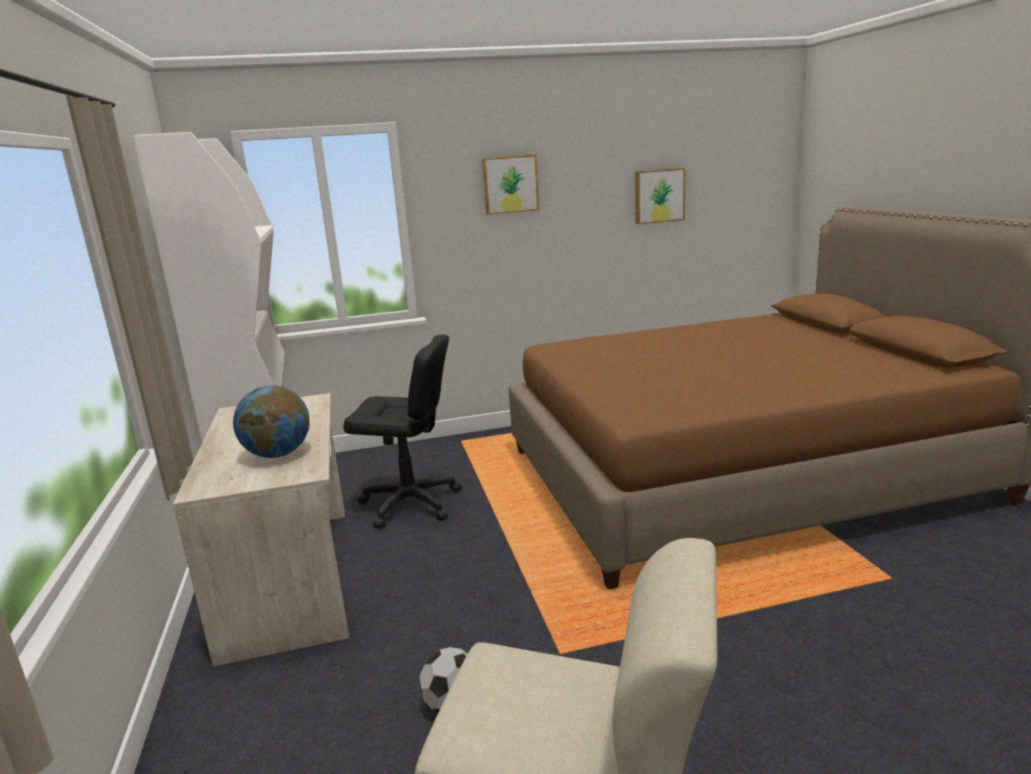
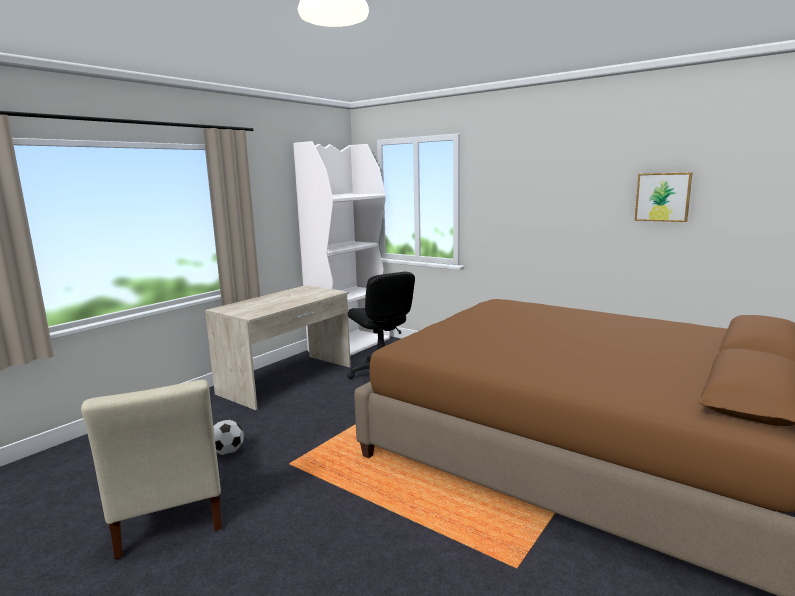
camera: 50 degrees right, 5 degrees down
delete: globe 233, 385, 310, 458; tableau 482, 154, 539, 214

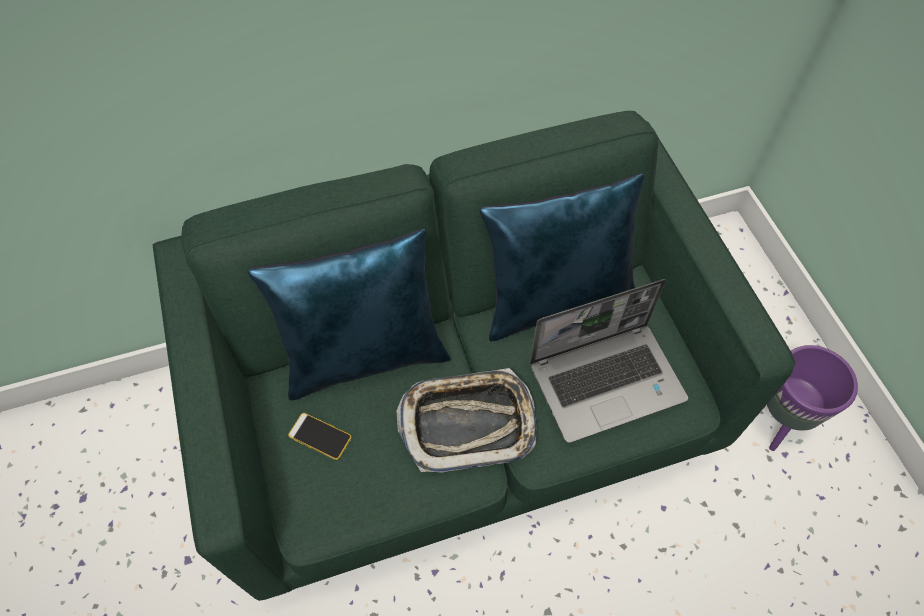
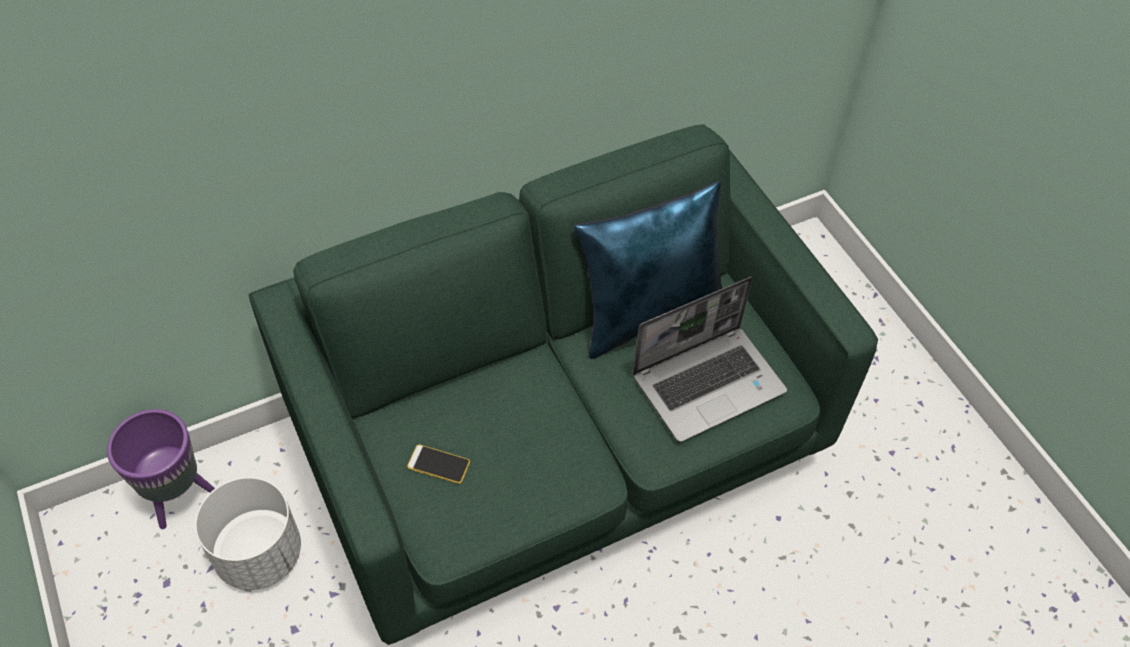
camera: 10 degrees left, 5 degrees down
delete: coussin [bleu] 248, 229, 451, 401; plateau 396, 368, 536, 472
insert: cache-pot [blanc] 195, 477, 301, 590
move: cache-pot [violet] 767, 345, 858, 451 to 107, 409, 215, 529

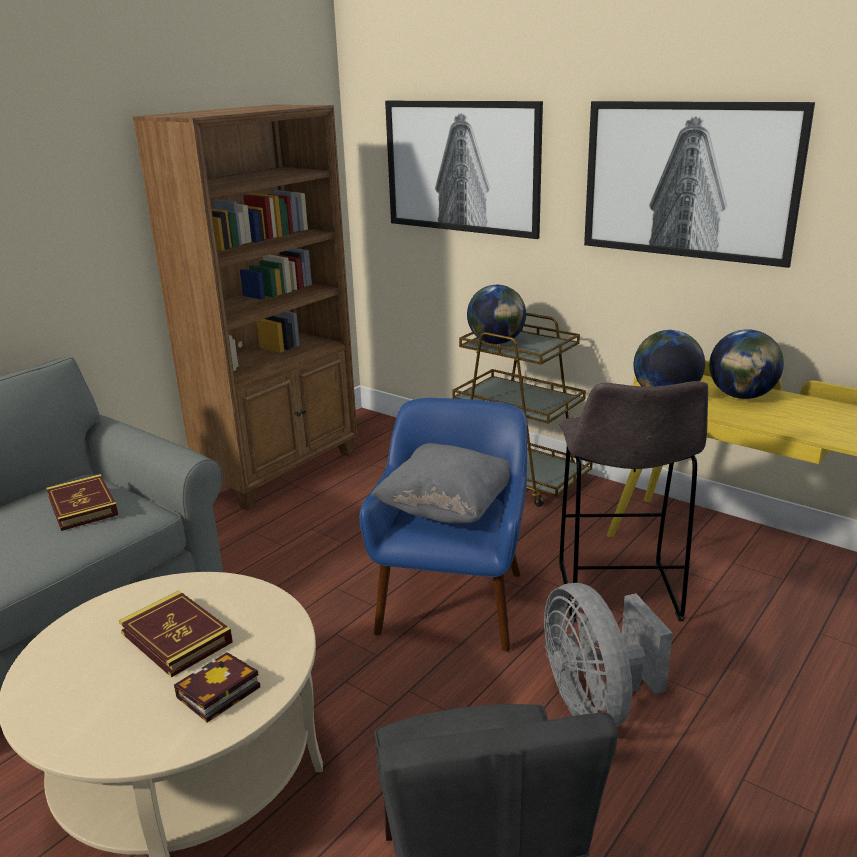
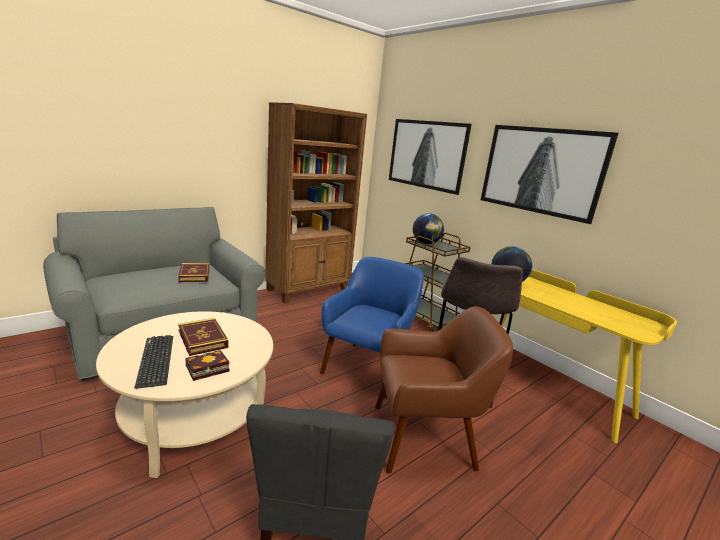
camera: 10 degrees right, 5 degrees down
delete: coussin [gris] 370, 443, 510, 524; globe 709, 329, 784, 399
insert: clavier 135, 335, 173, 389
replace: ventilateur [gris] 544, 583, 673, 727 to fauteuil [marron] 375, 306, 513, 473

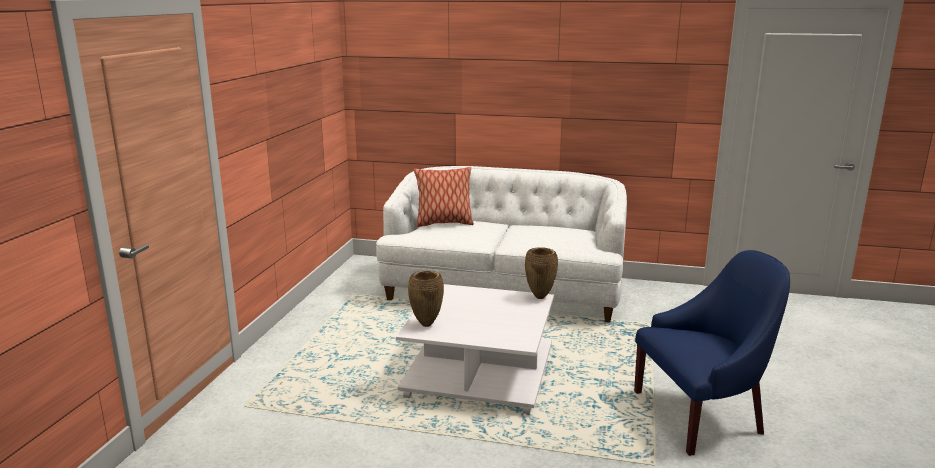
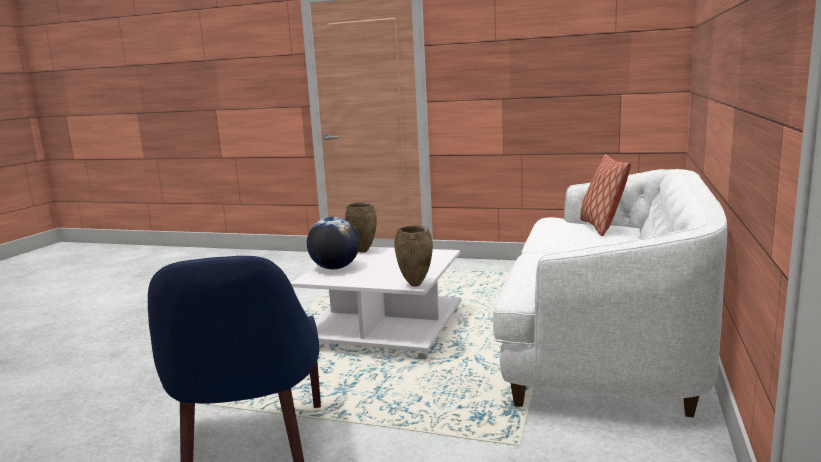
camera: 95 degrees right, 5 degrees down
insert: globe 307, 217, 360, 269

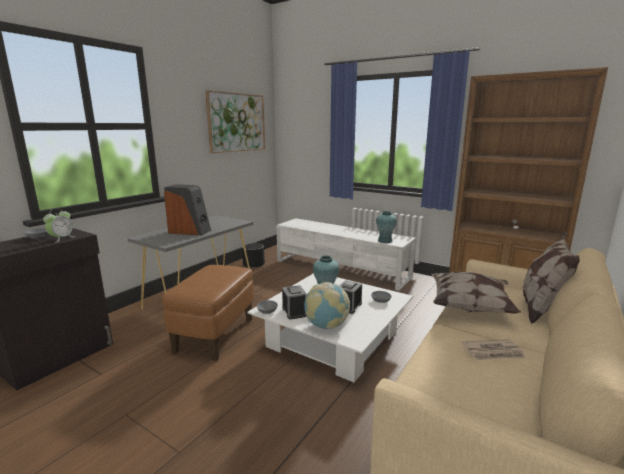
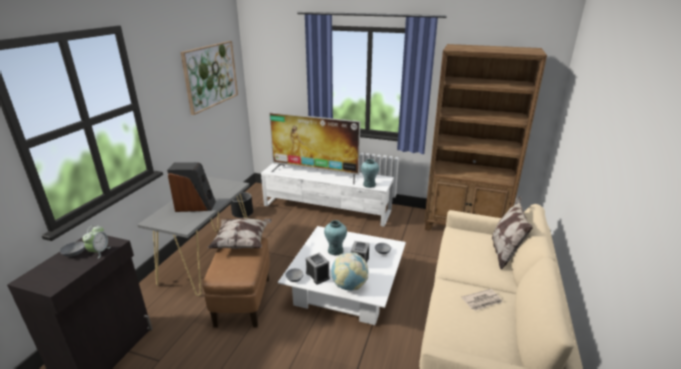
camera: 15 degrees left, 10 degrees up
insert: téléviseur 269, 112, 360, 184
move: coussin 431, 272, 521, 314 to 208, 218, 272, 249

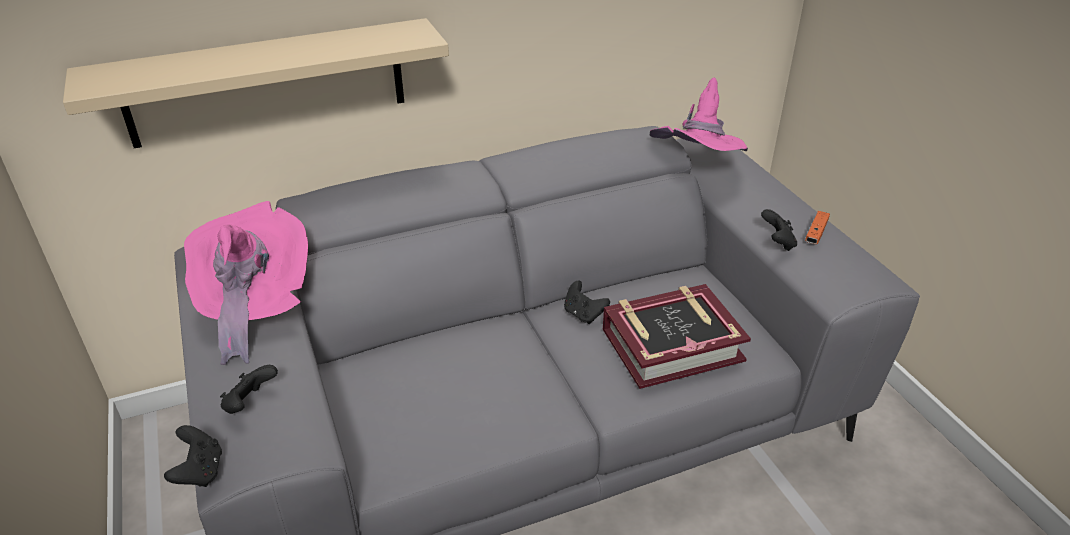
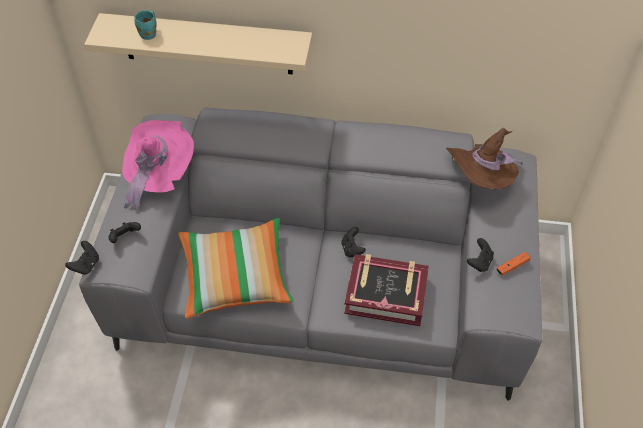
camera: 30 degrees right, 15 degrees up
insert: mug [turquoise] 134, 10, 157, 40; coussin 178, 218, 294, 318
recolor: chapeau [rose] 650, 78, 748, 151 to chapeau [marron] 446, 128, 523, 189

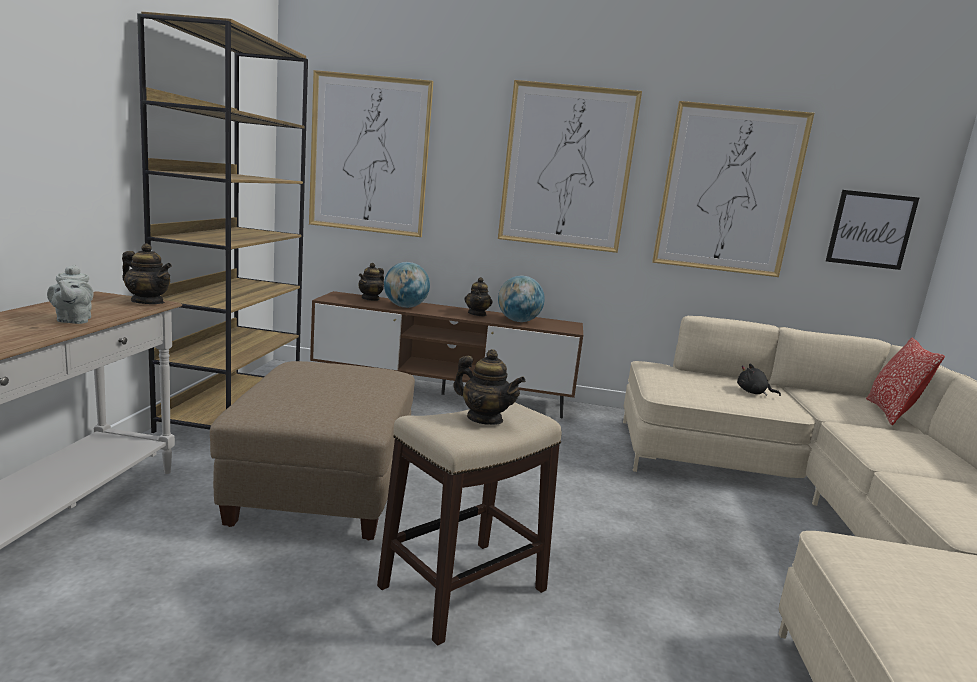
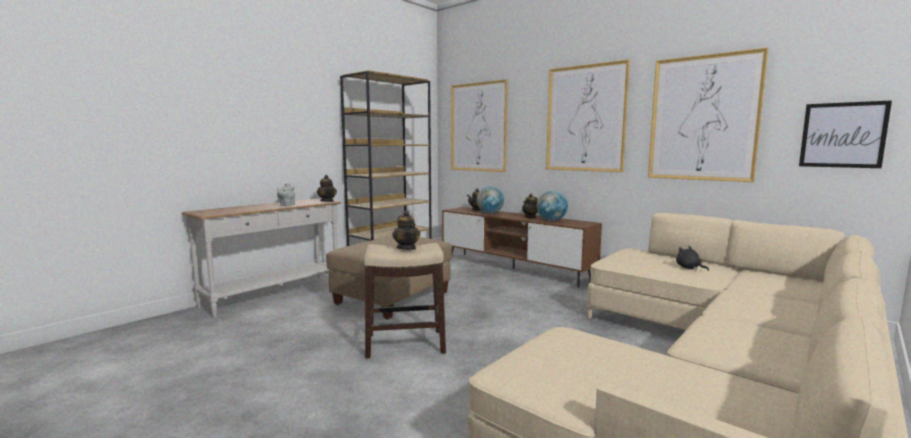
camera: 35 degrees right, 5 degrees down
delete: coussin 866, 337, 945, 425

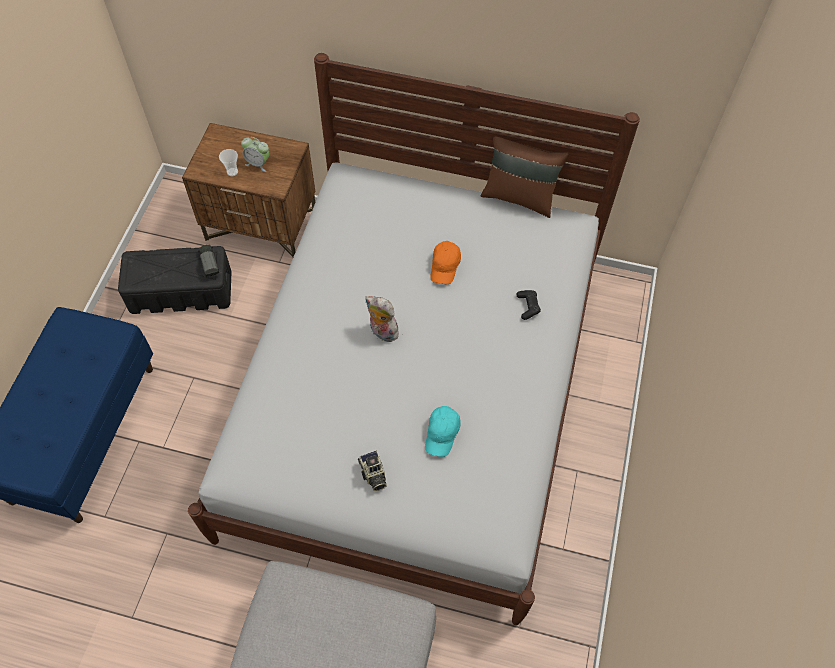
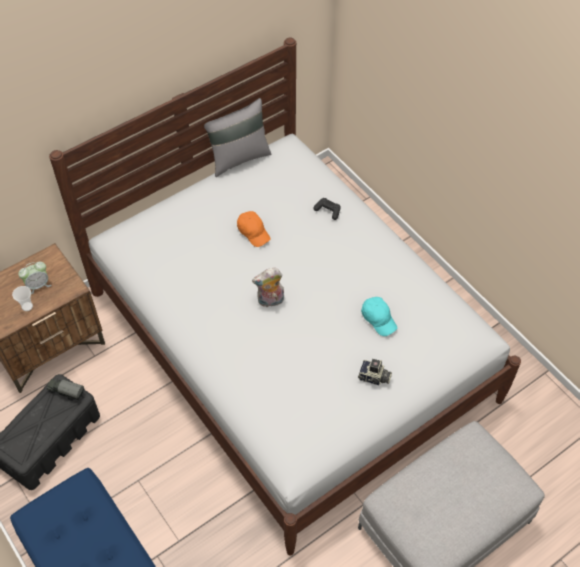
camera: 50 degrees left, 5 degrees down
recolor: coussin [marron] 480, 136, 569, 218 to coussin [gris] 204, 98, 271, 177

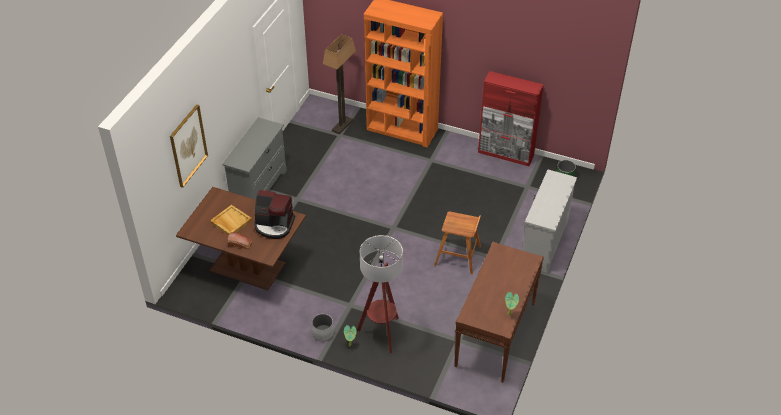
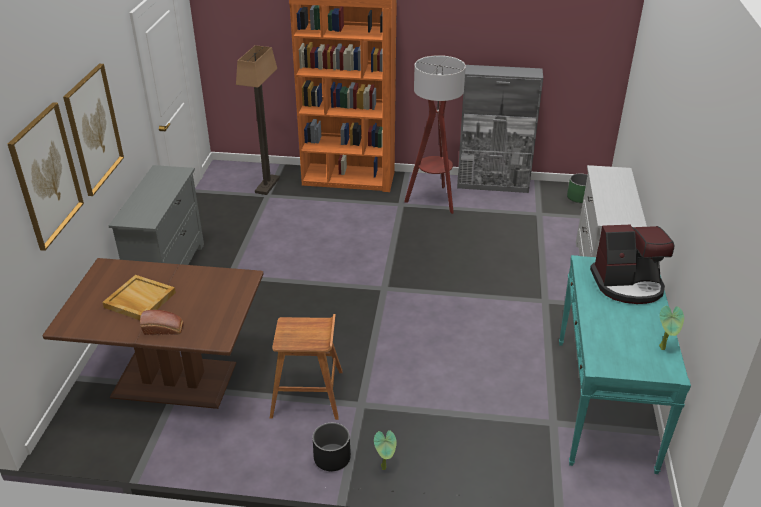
camera: 15 degrees left, 10 degrees down
insert: tableau 63, 64, 124, 196
move: machine à café 254, 190, 295, 239 to 590, 225, 674, 304; lampadaire 357, 235, 403, 353 to 404, 55, 466, 214; tabouret [marron] 434, 211, 481, 275 to 270, 314, 343, 420
recolor: cache-pot [blanc] 312, 314, 334, 341 to cache-pot [noir] 313, 423, 351, 471; table console [marron] 454, 241, 544, 382 to table console [turquoise] 559, 255, 691, 474; meuble de rangement [rouge] 478, 71, 544, 166 to meuble de rangement [gris] 457, 65, 543, 193

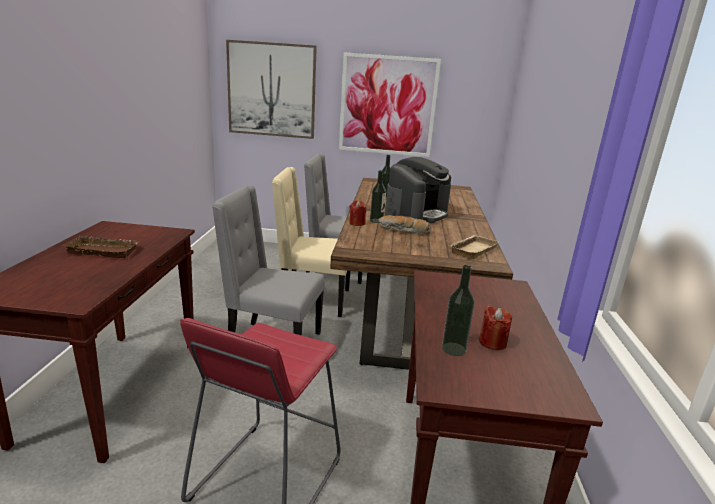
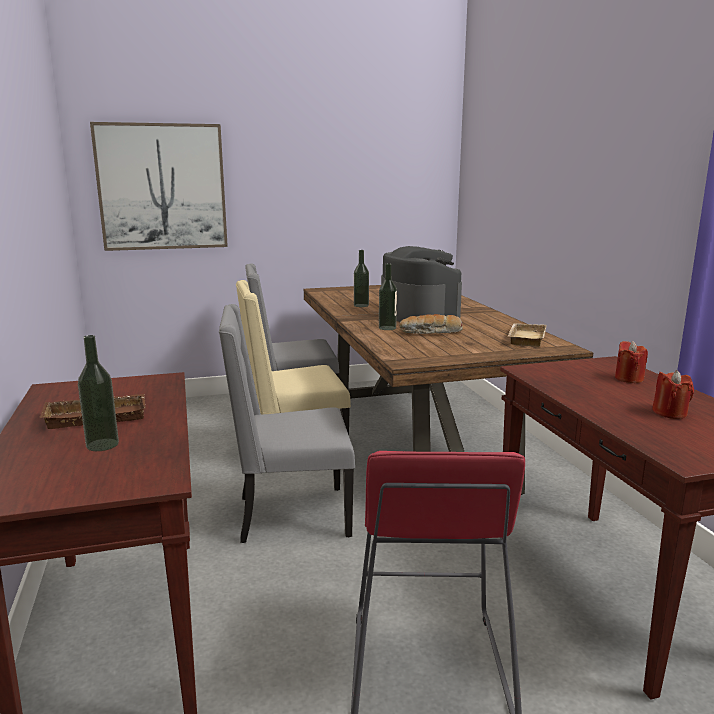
camera: 20 degrees left, 5 degrees down
delete: tableau 339, 53, 441, 157
move: bougie [rouge] 349, 200, 366, 226 to 615, 341, 648, 383; bouteille 442, 265, 475, 356 to 78, 335, 119, 451
rotate: machine à café 385, 157, 451, 223 = 381, 246, 462, 322 45 degrees counterclockwise

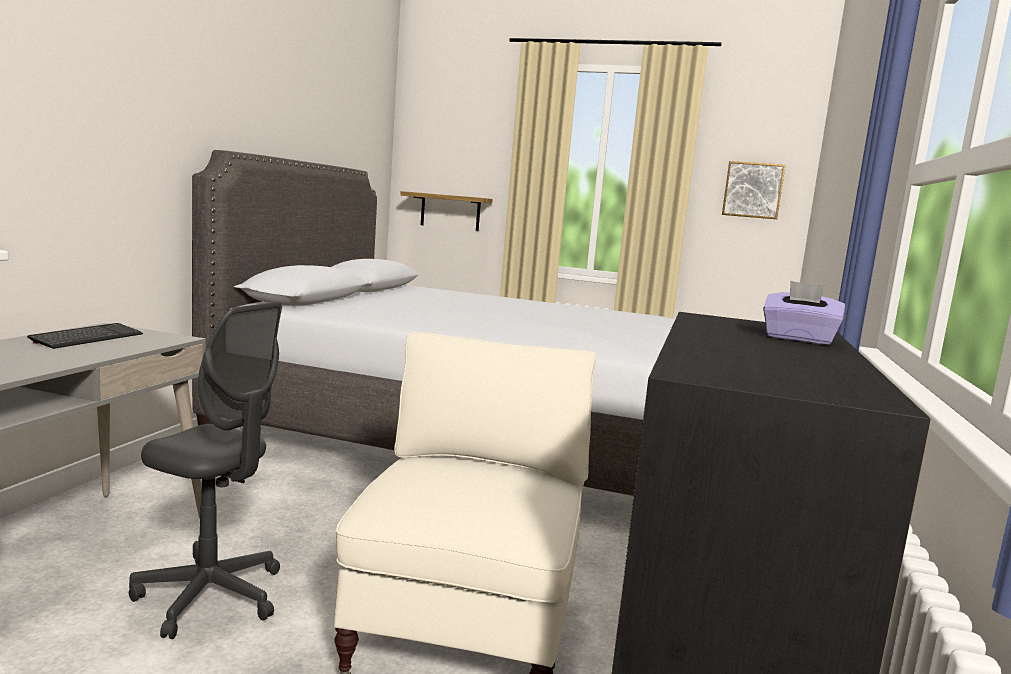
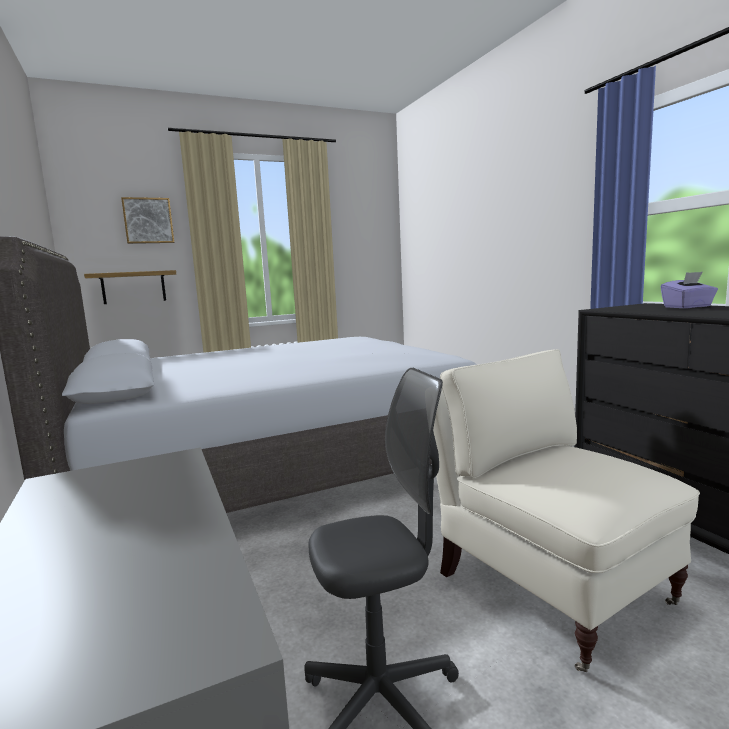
camera: 40 degrees left, 0 degrees up
delete: clavier 27, 323, 143, 349
move: tableau 722, 161, 785, 219 to 121, 197, 174, 244

